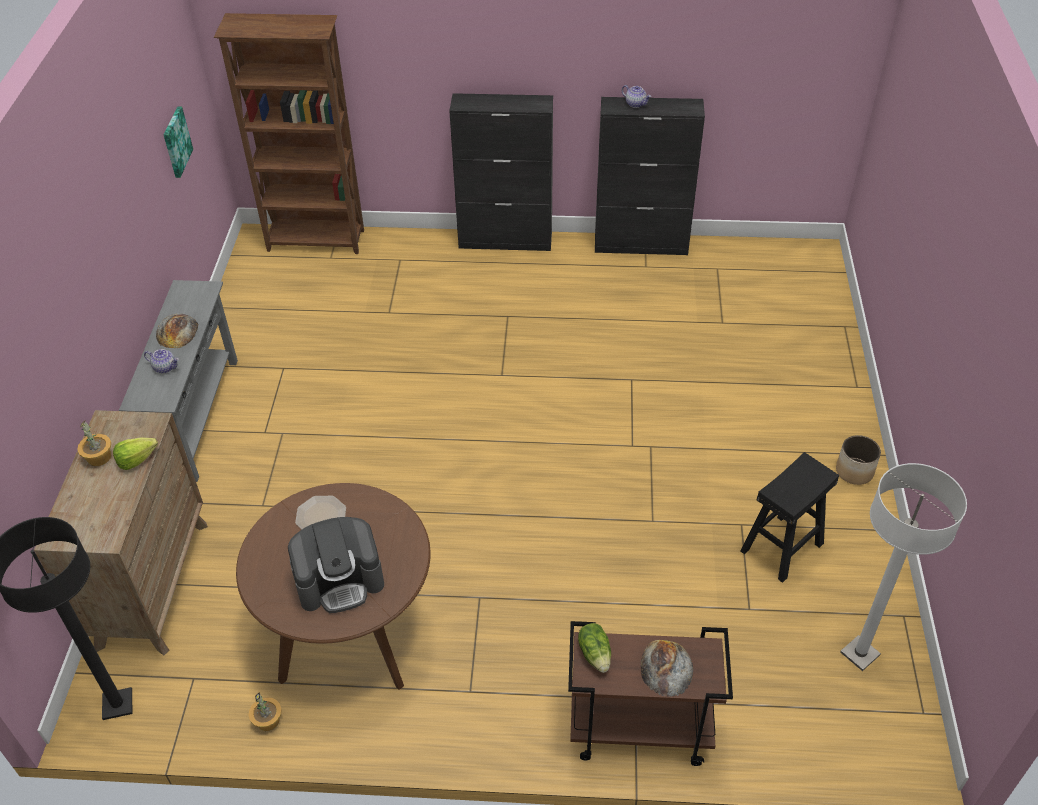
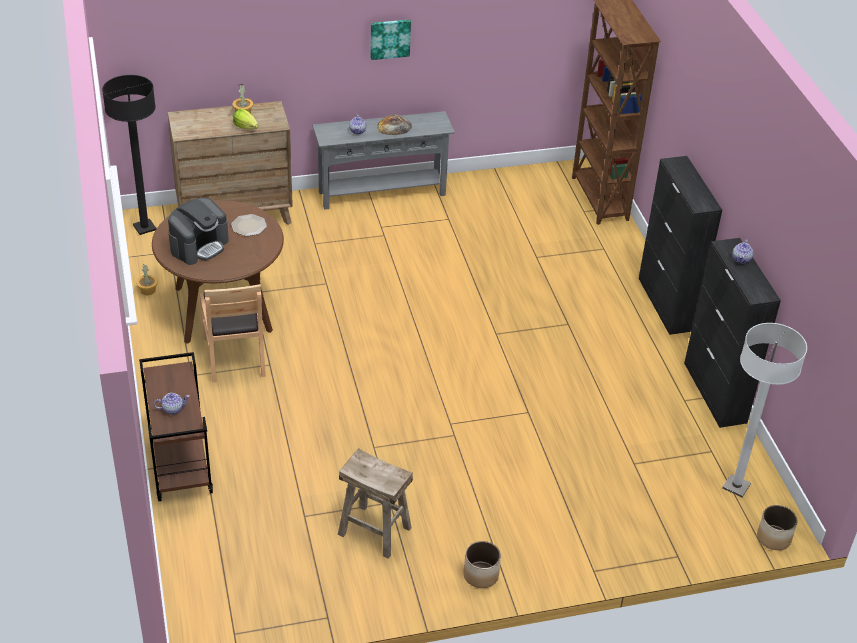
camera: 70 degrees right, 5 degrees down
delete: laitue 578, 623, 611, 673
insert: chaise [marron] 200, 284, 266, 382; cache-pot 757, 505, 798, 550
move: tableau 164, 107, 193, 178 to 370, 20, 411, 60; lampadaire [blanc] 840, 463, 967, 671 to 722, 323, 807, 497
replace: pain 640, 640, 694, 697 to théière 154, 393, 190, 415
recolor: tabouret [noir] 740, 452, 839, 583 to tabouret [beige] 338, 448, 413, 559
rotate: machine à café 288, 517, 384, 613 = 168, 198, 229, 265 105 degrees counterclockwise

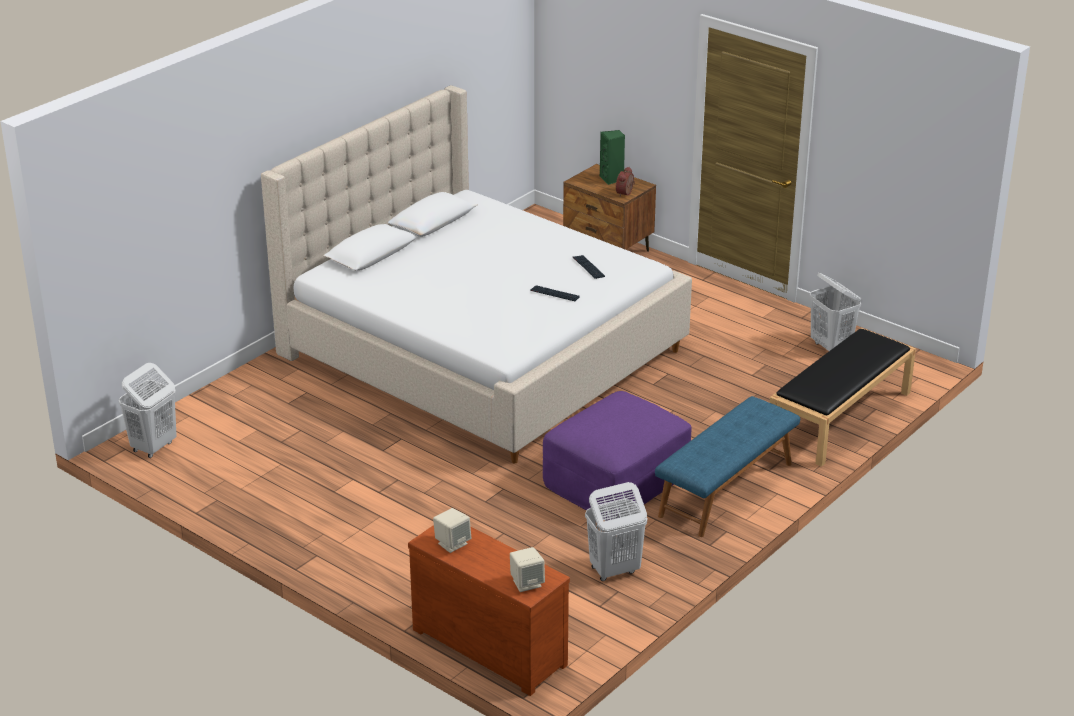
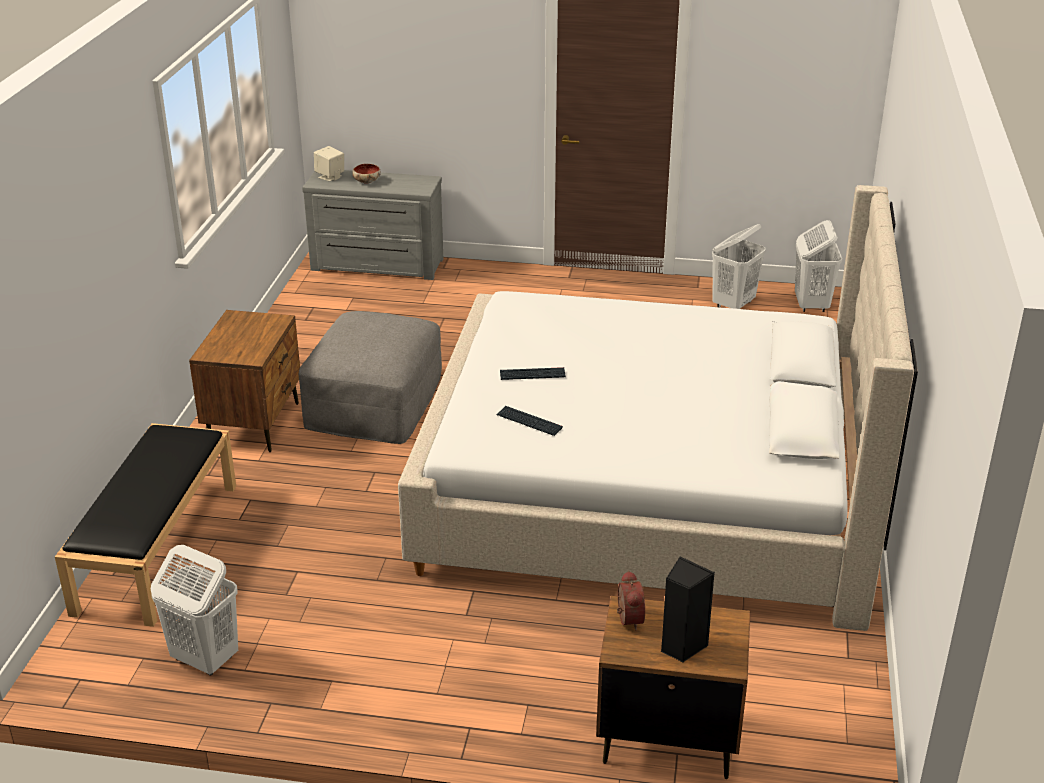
camera: 150 degrees right, 0 degrees up
delete: enceinte [beige] 433, 508, 471, 553
insert: bol 352, 164, 381, 184
move: panier à linge [blanc] 585, 482, 647, 581 to 712, 224, 766, 309
replace: banc [bleu] 655, 396, 800, 537 to table de chevet [marron] 189, 310, 300, 452
recolor: commode [marron] 408, 525, 570, 696 to commode [gris] 302, 170, 443, 280; pouf [violet] 543, 391, 692, 521 to pouf [gris] 299, 311, 442, 444; enceinte [vert] 600, 130, 625, 185 to enceinte [noir] 661, 556, 715, 663

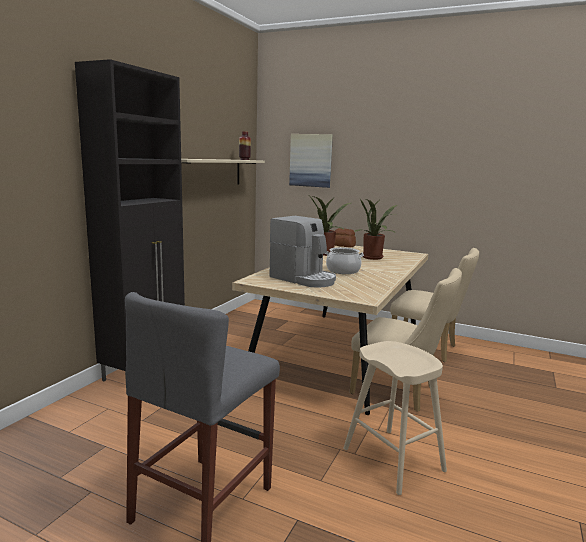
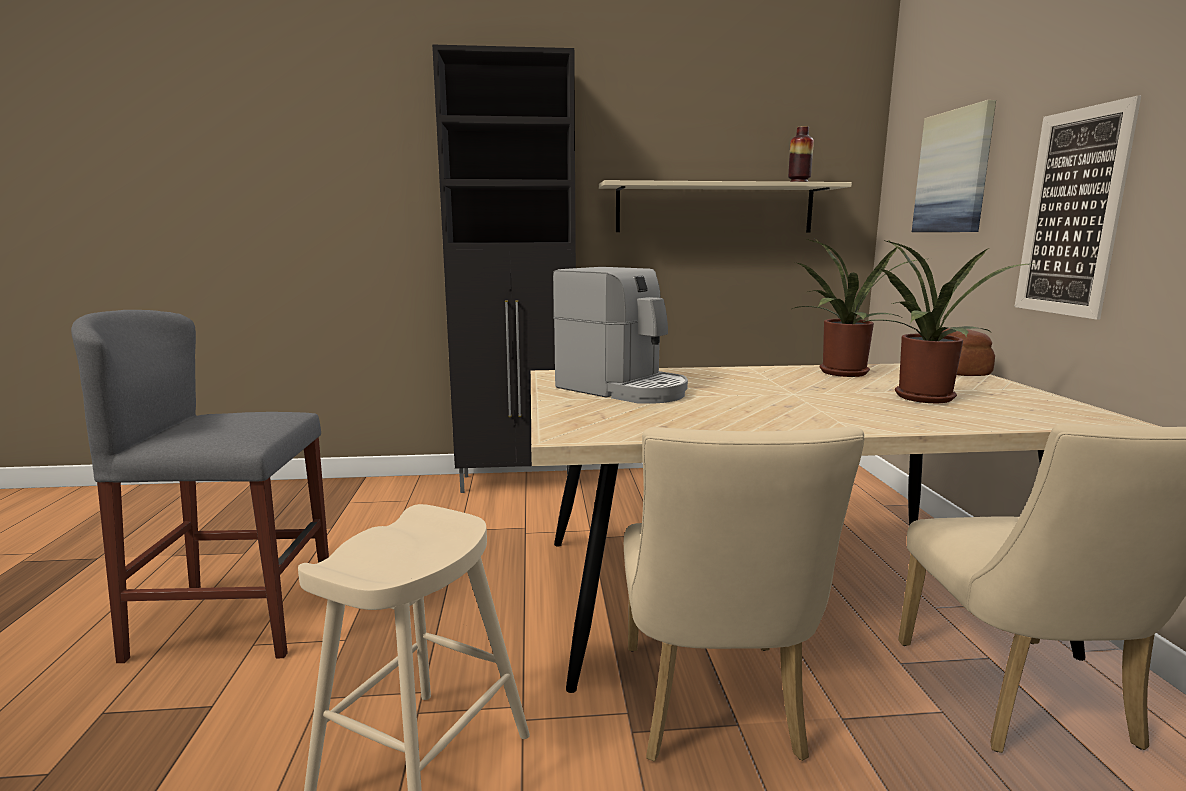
camera: 60 degrees right, 0 degrees up
delete: marmite 325, 247, 364, 274
insert: tableau 1014, 96, 1141, 320
rotate: machine à café 269, 216, 336, 287 = 553, 267, 688, 404 60 degrees counterclockwise

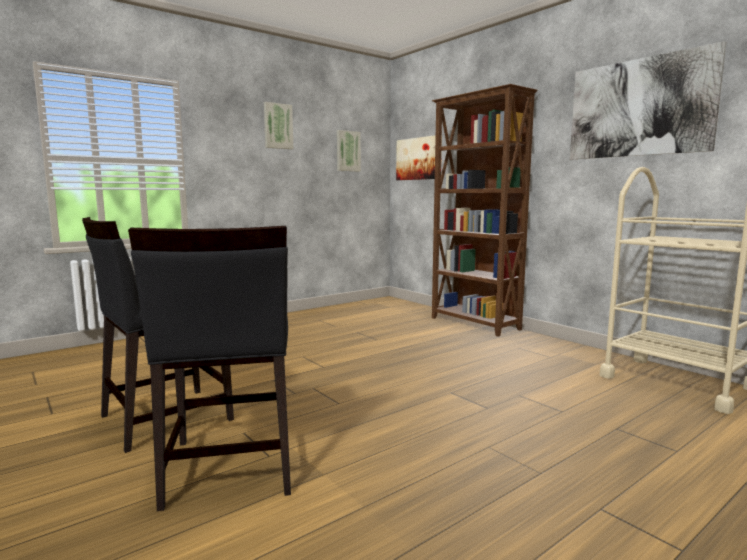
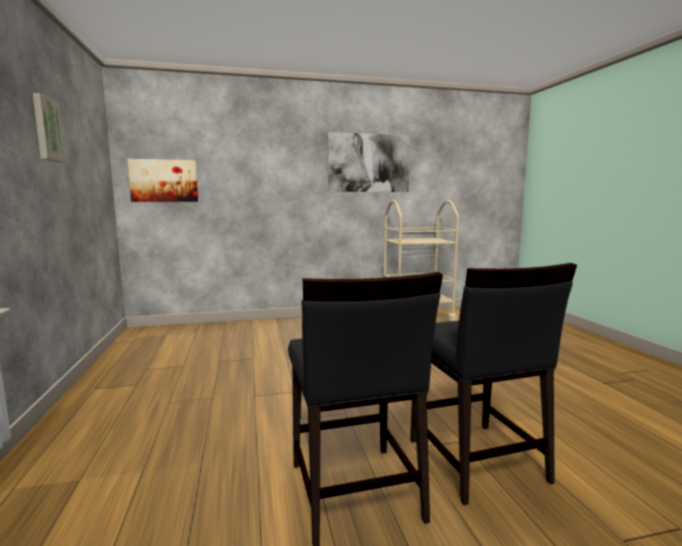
camera: 65 degrees left, 0 degrees up
delete: tableau 337, 130, 361, 171; bibliothèque [marron] 432, 84, 538, 337
rotate: chaise [noir] 128, 226, 291, 511 = 410, 263, 577, 505 60 degrees clockwise

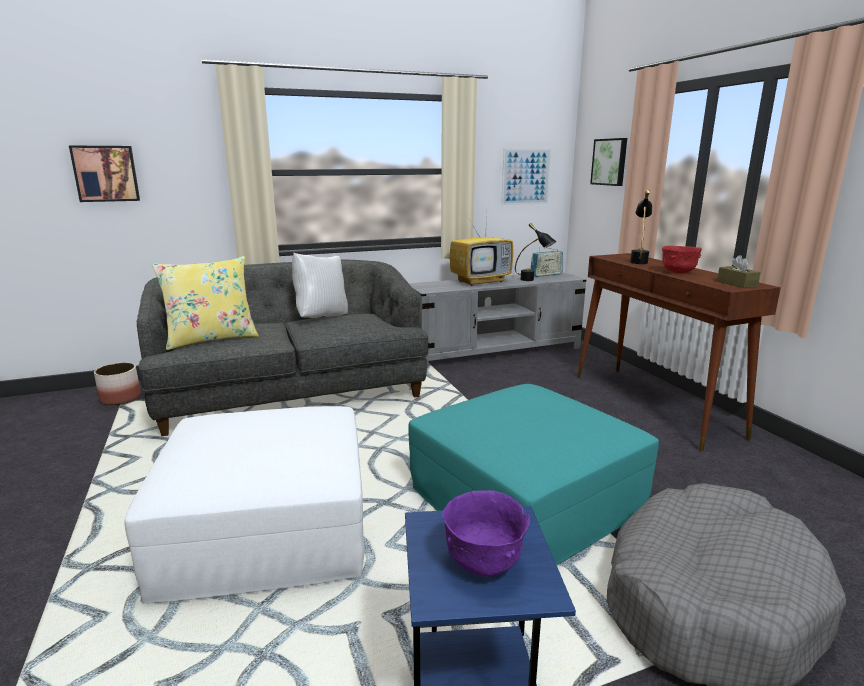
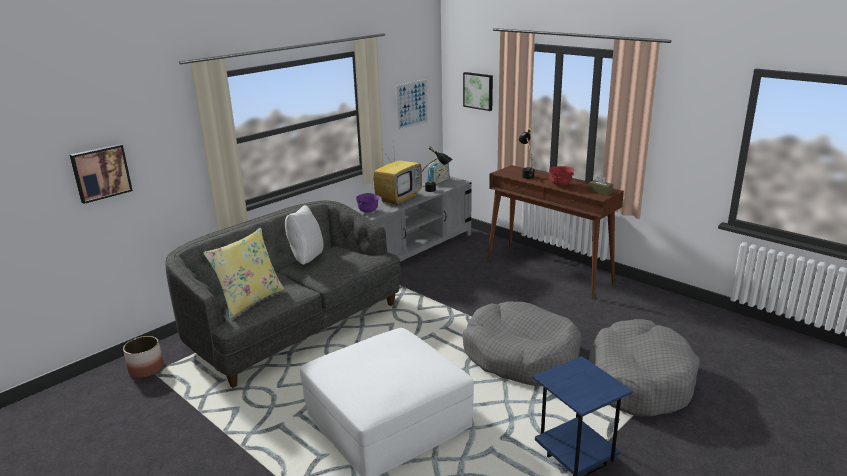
camera: 25 degrees left, 5 degrees up
move: bol [violet] 442, 490, 530, 576 to 356, 193, 379, 213
replace: pouf [turquoise] 408, 384, 659, 565 to panier pour chien [gris] 463, 301, 581, 386

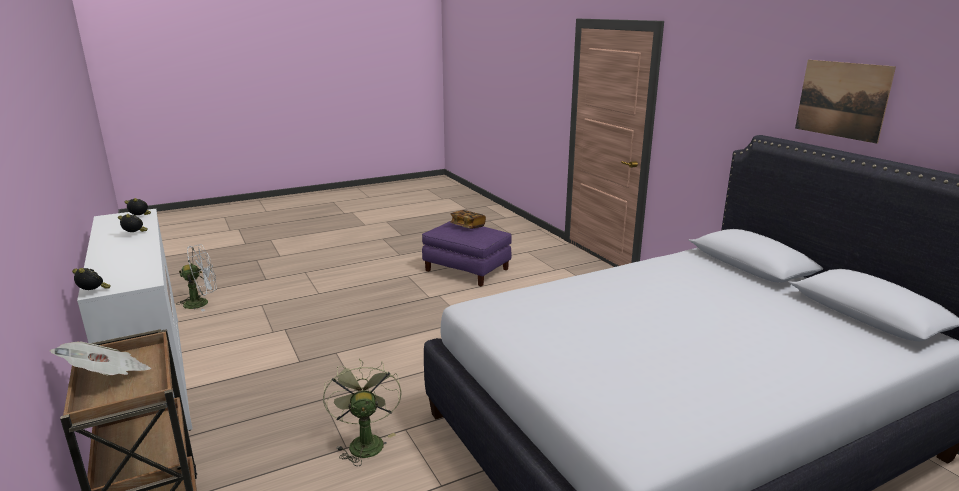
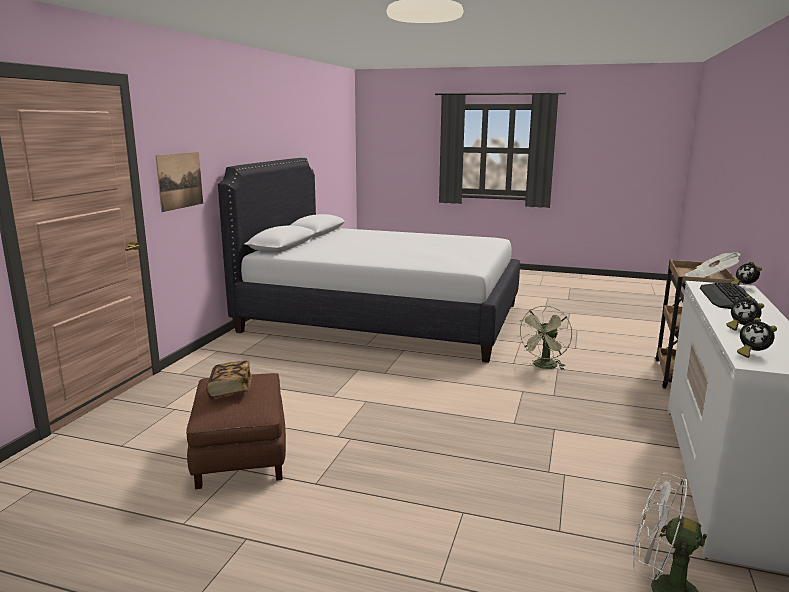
camera: 135 degrees left, 5 degrees down
insert: clavier 700, 283, 758, 309
move: tableau 795, 60, 896, 144 to 156, 152, 203, 212
recolor: pouf [violet] 422, 221, 512, 286 to pouf [marron] 186, 373, 286, 489

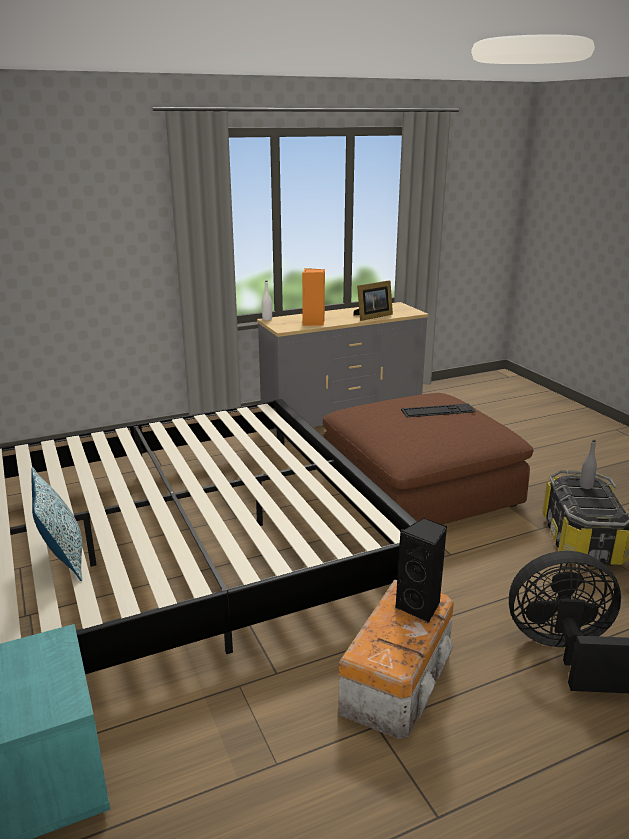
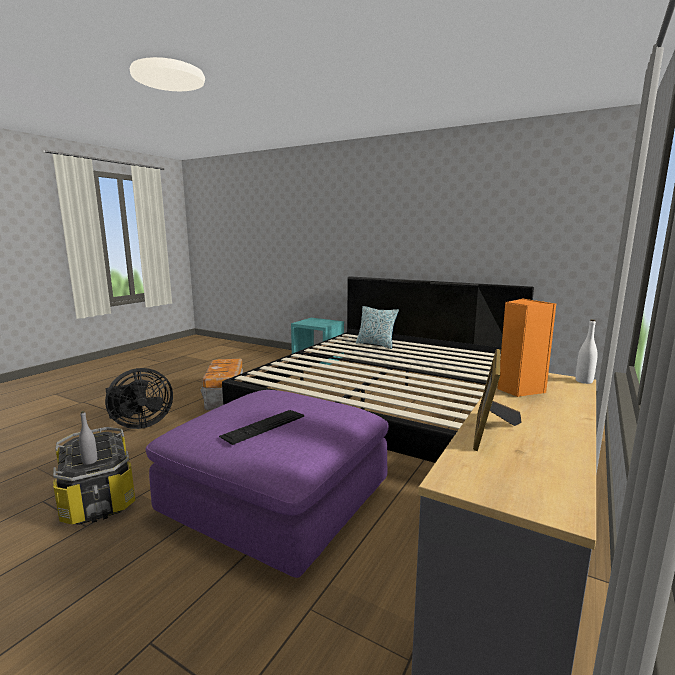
camera: 145 degrees right, 10 degrees down
delete: enceinte [noir] 395, 518, 447, 623
recolor: pouf [marron] 323, 393, 534, 524 to pouf [violet] 145, 390, 388, 578

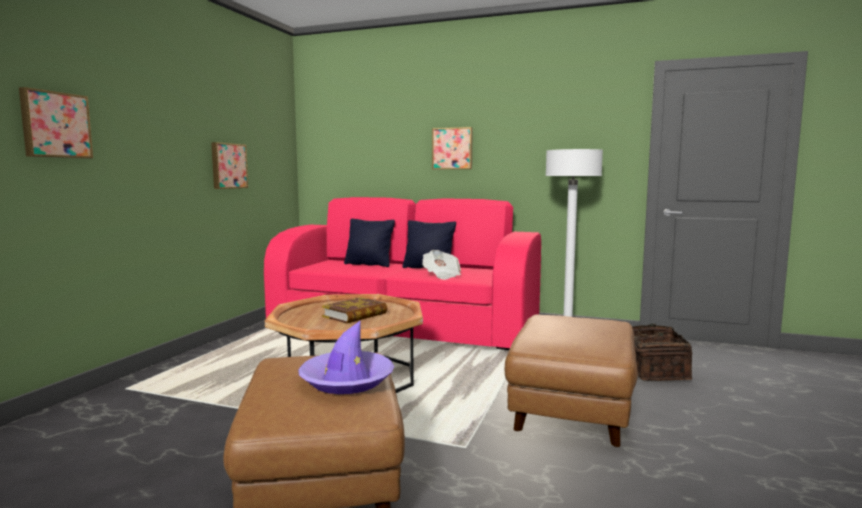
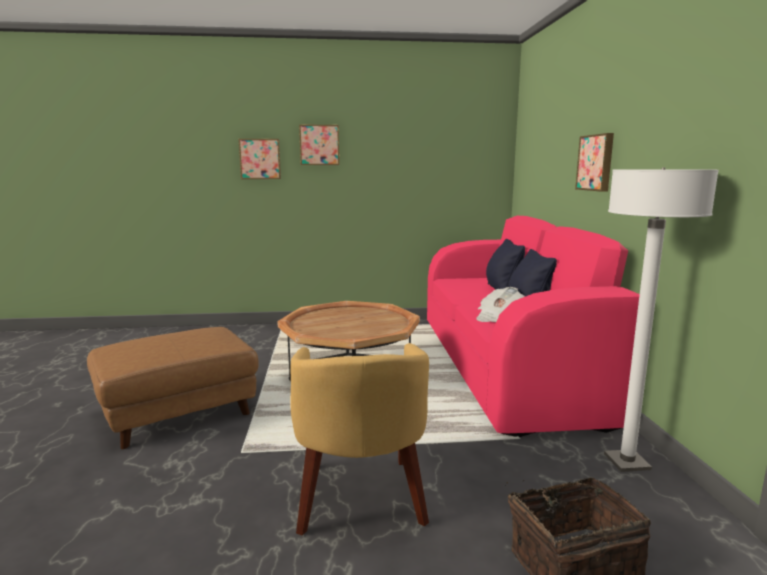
camera: 65 degrees right, 5 degrees up
delete: chapeau [violet] 298, 321, 394, 394; livre 322, 297, 387, 323
move: tableau 211, 142, 248, 189 to 299, 124, 339, 165
replace: pouf [marron] 505, 315, 638, 447 to fauteuil [jaune] 290, 343, 429, 535

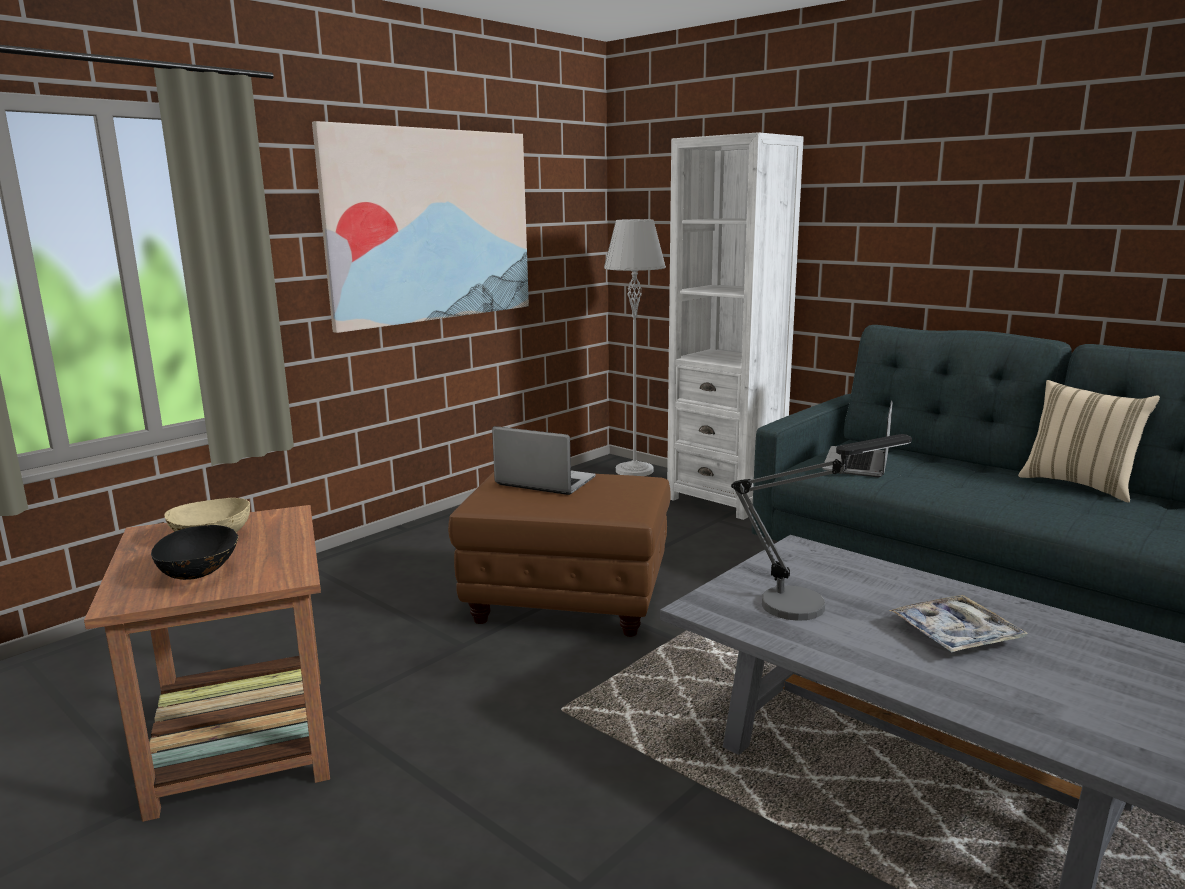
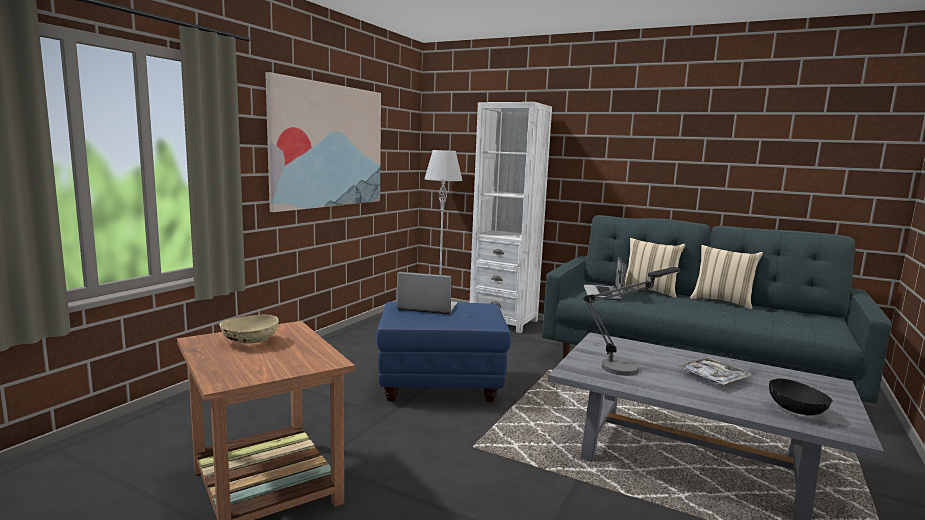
camera: 15 degrees left, 5 degrees down
insert: coussin [beige] 625, 238, 685, 298
move: bol [noir] 151, 525, 239, 580 to 769, 378, 833, 415
recolor: pouf [marron] 448, 472, 671, 637 to pouf [bleu] 376, 302, 511, 402

